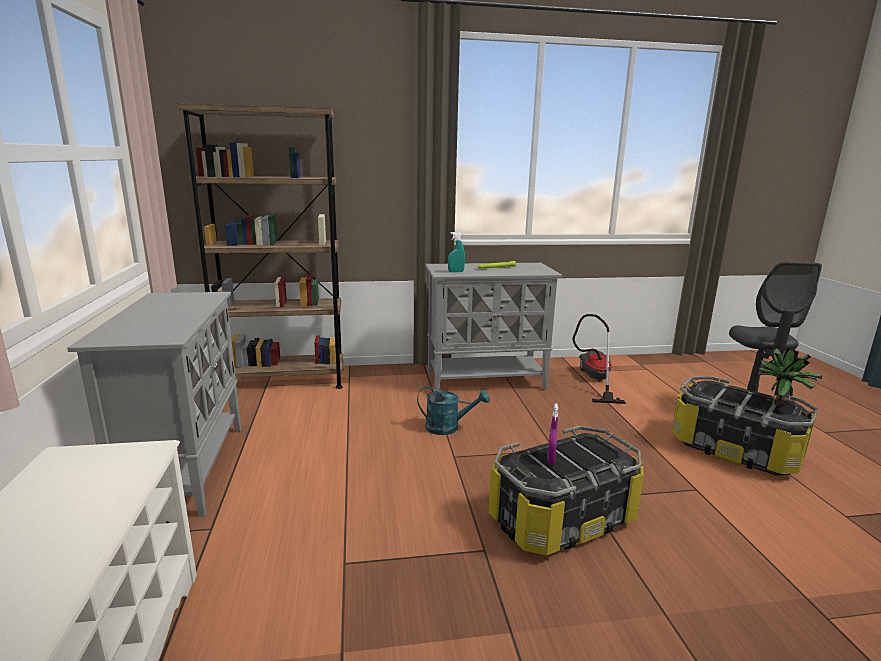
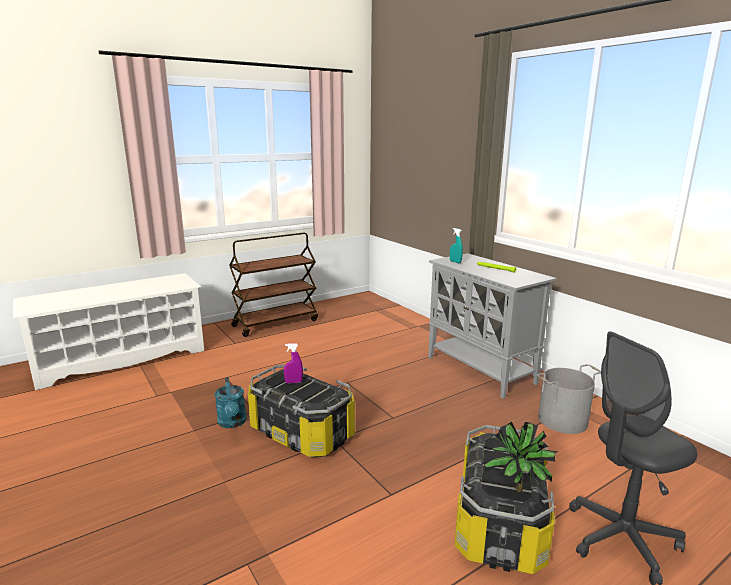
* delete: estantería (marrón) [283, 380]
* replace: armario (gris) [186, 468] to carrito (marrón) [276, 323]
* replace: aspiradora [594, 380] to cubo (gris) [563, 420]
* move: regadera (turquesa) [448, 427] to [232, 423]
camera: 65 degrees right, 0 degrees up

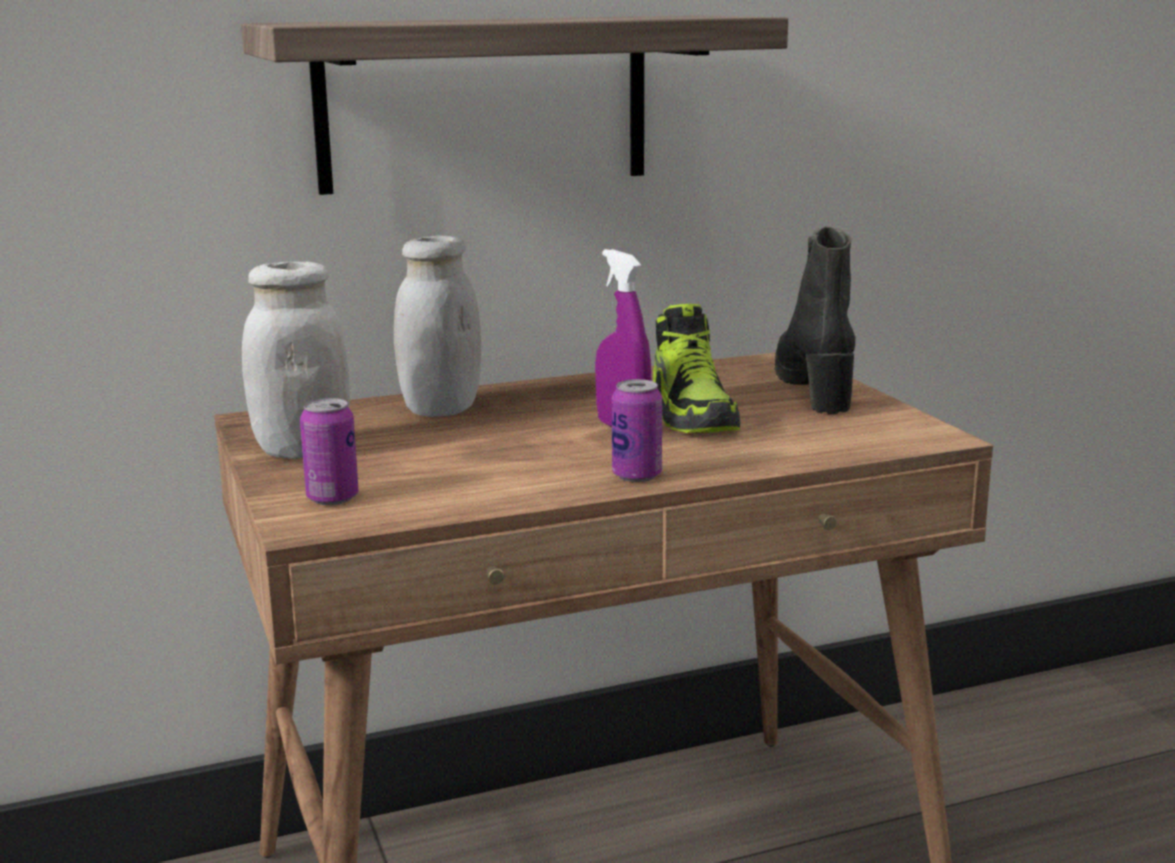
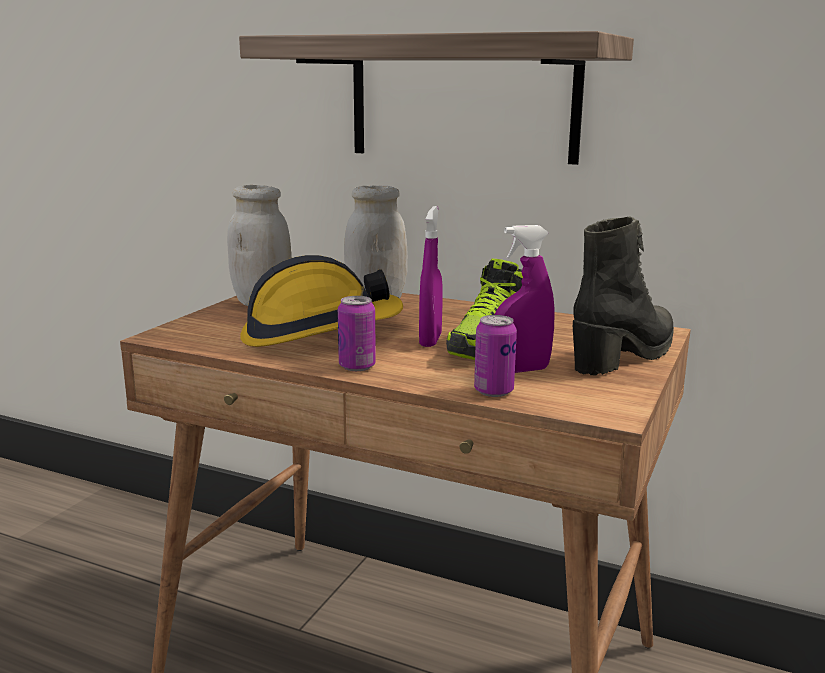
* move: lata [332, 498] to [493, 391]
* insert: pulverizador (morado) [521, 370]
* insert: casco [319, 333]
camera: 45 degrees right, 0 degrees up

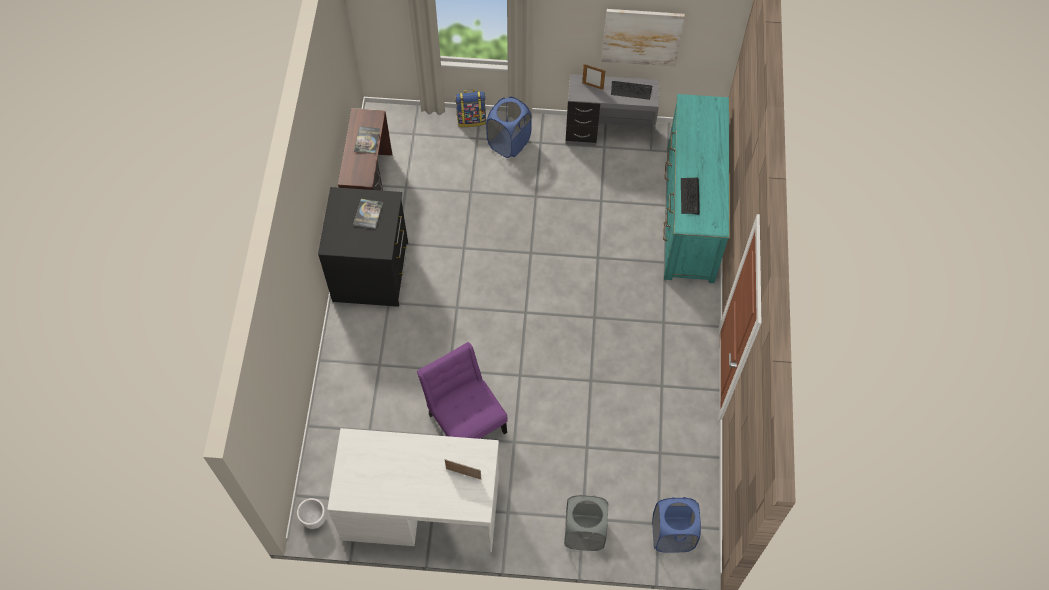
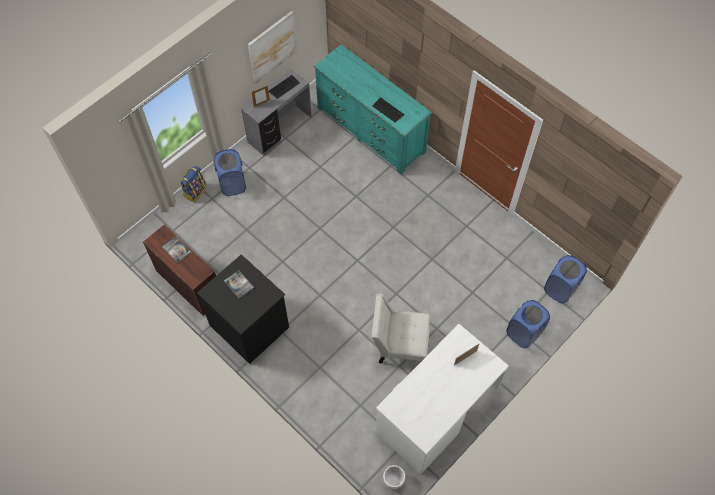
* recolor: silla (morado) [465, 419] to silla (blanco) [399, 344]
* recolor: cesto de la ropa (gris) [584, 533] to cesto de la ropa (azul) [524, 333]
camera: 50 degrees left, 0 degrees up

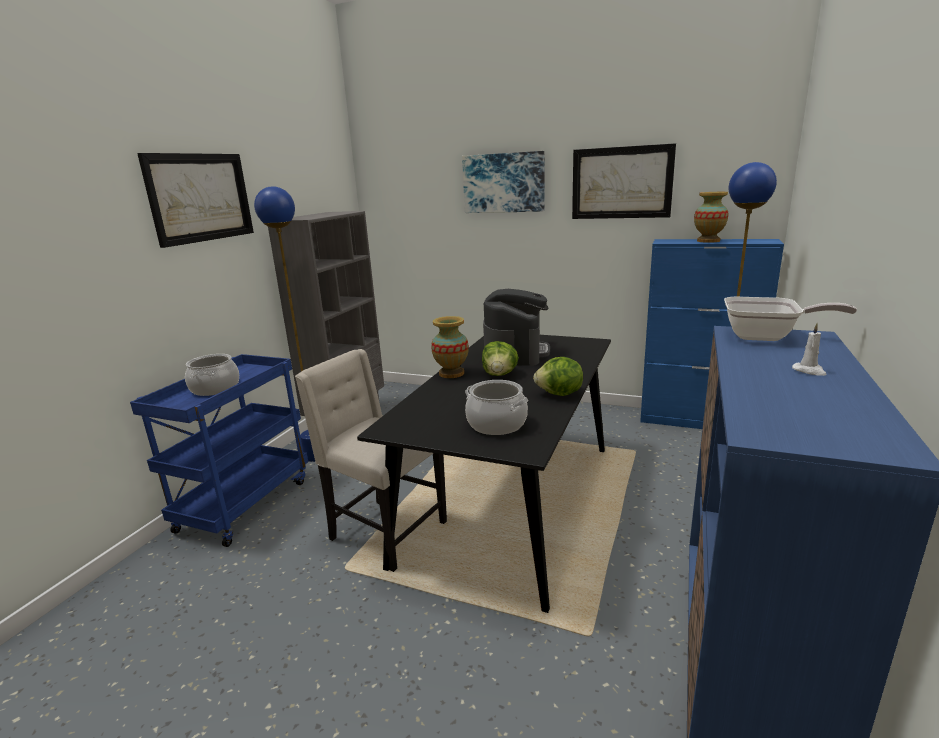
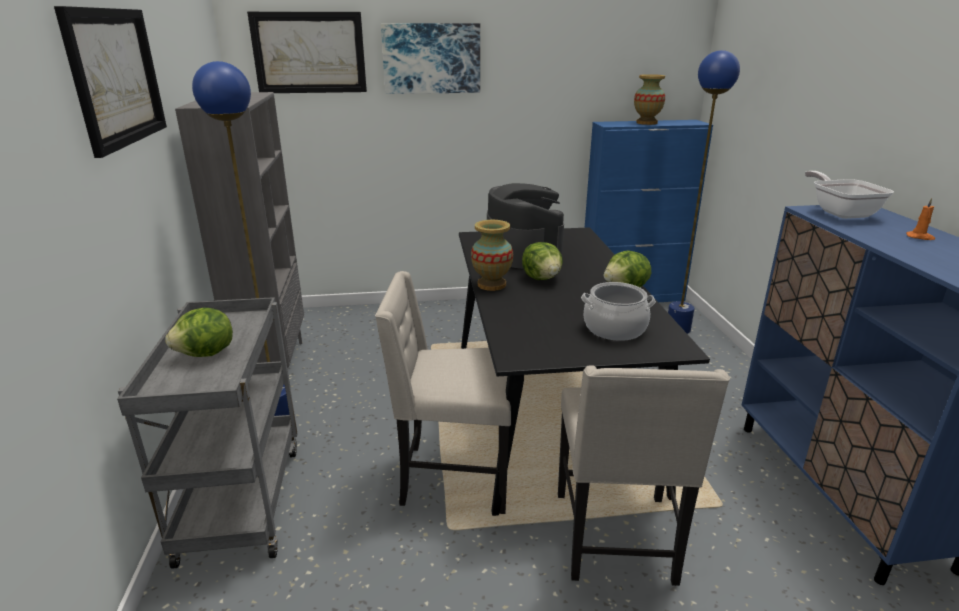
* move: cuadro [621, 183] to [309, 53]
* rotate: sartén [767, 337] = [840, 212] 90 degrees counterclockwise
* recolor: vela (blanco) [809, 371] to vela (naranja) [920, 237]
* recolor: carrito (azul) [245, 503] to carrito (gris) [241, 500]
* replace: olla [215, 388] to lechuga [206, 354]
* insert: silla (beis) [617, 539]
camera: 30 degrees left, 5 degrees up

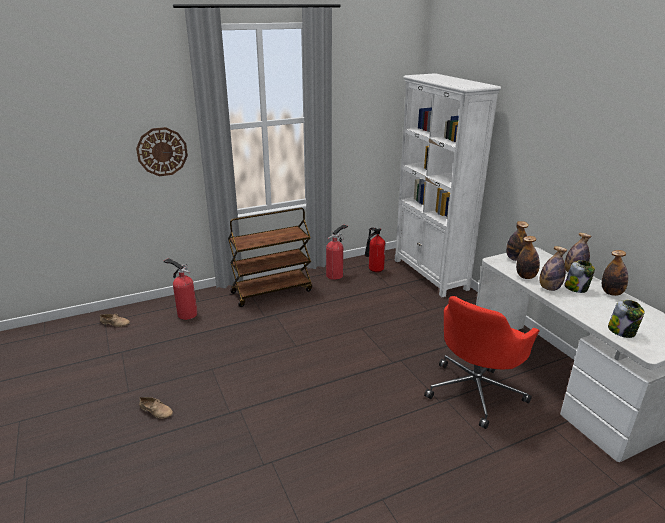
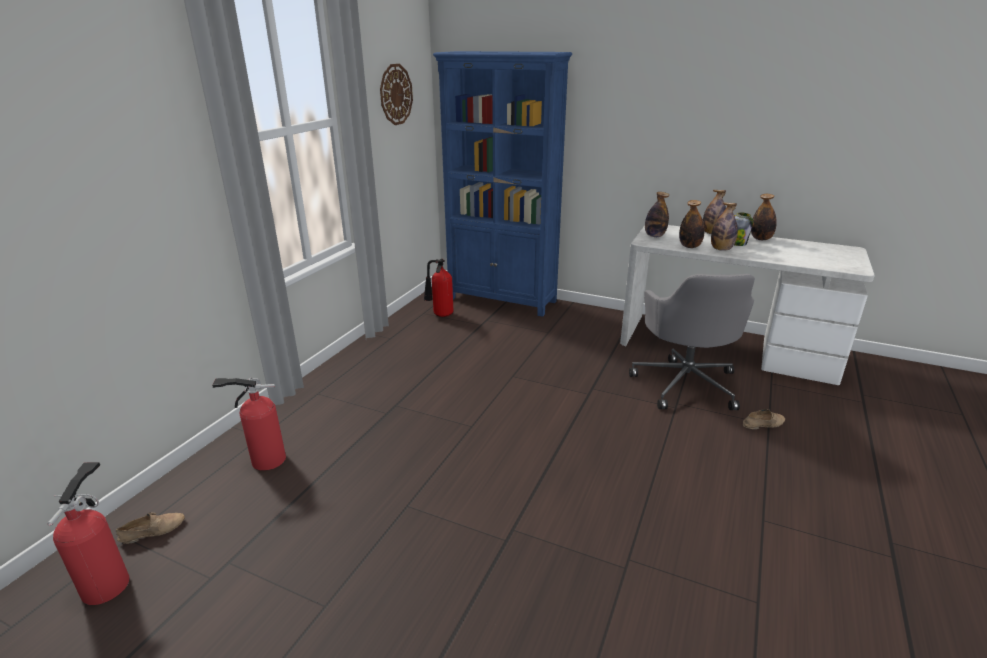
* recolor: estantería (blanco) [430, 274] to estantería (azul) [502, 300]
* move: reloj de pared [162, 151] to [396, 94]
* delete: carrito (marrón) [272, 291]
* move: extintor [336, 275] to [108, 582]
* recolor: silla de oficina (rojo) [475, 391] to silla de oficina (gris) [685, 383]
* delete: tarro [622, 331]
* move: zapato (beis) [156, 410] to [762, 423]
camera: 40 degrees left, 0 degrees up

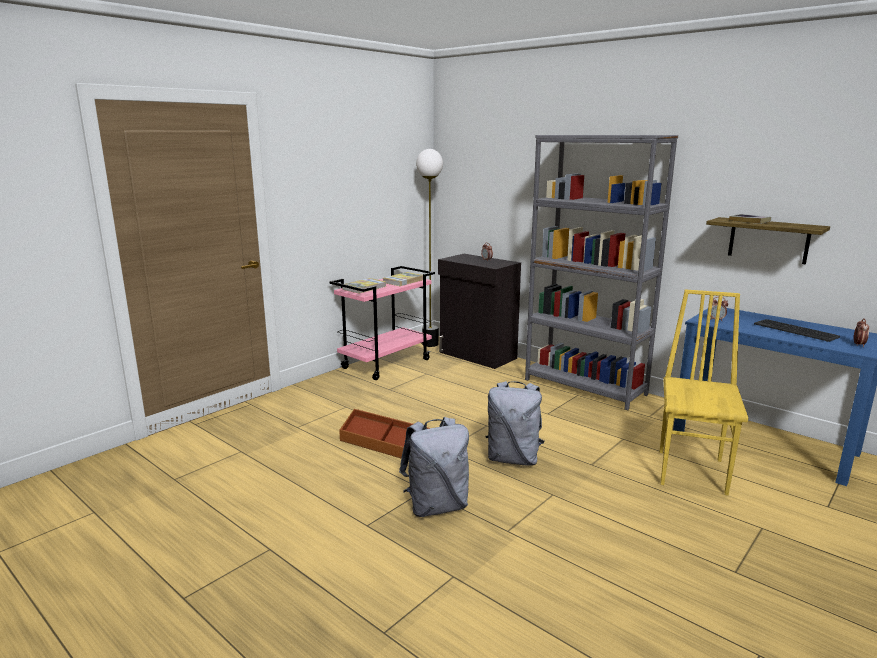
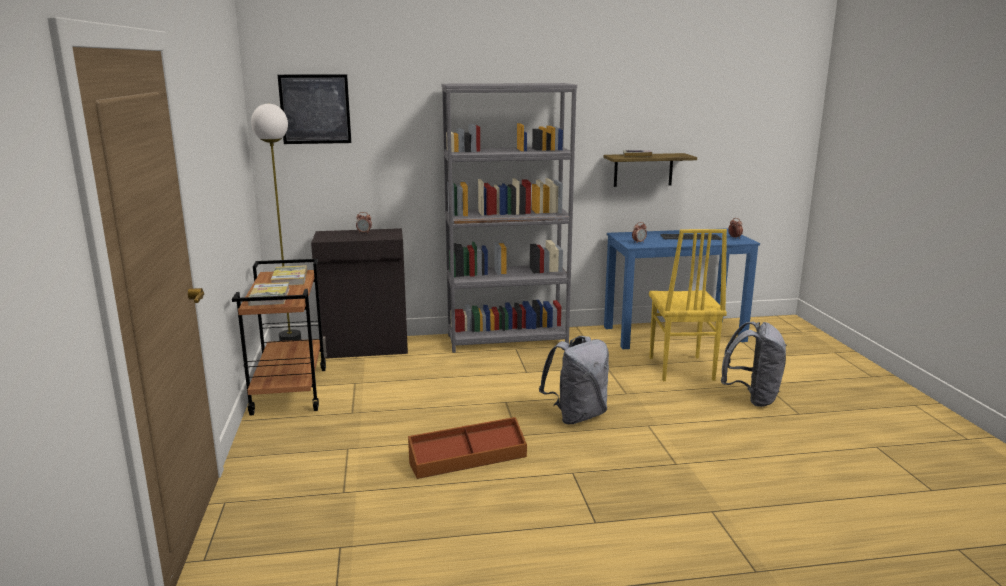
* recolor: carrito (rosa) [386, 363] to carrito (marrón) [289, 391]
* rotate: silla (amarillo) [693, 471] = [680, 369] 150 degrees counterclockwise
* move: mochila (gris) [436, 506] to [752, 398]
* insert: cuadro [315, 109]
camera: 50 degrees left, 0 degrees up

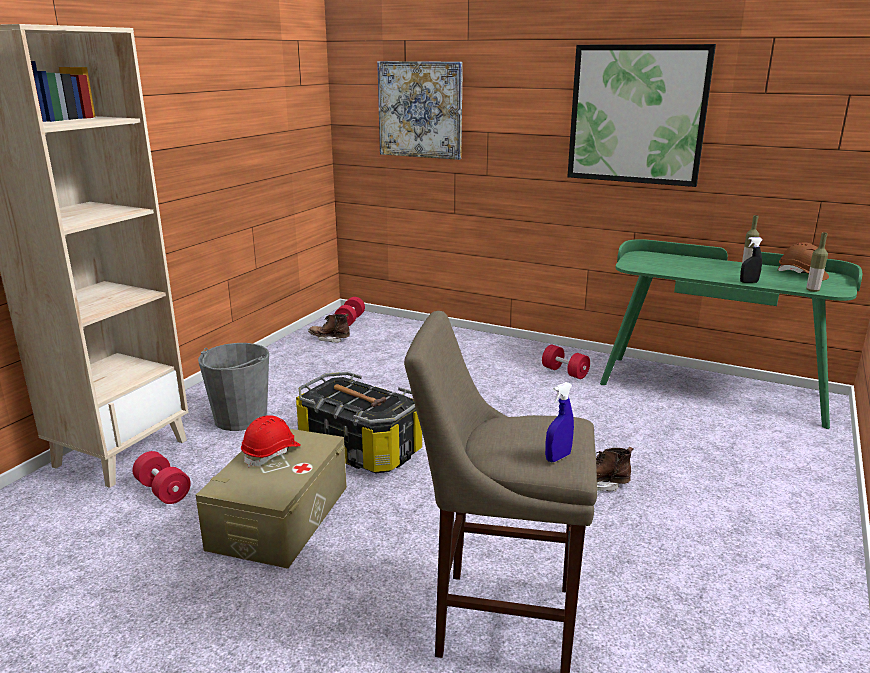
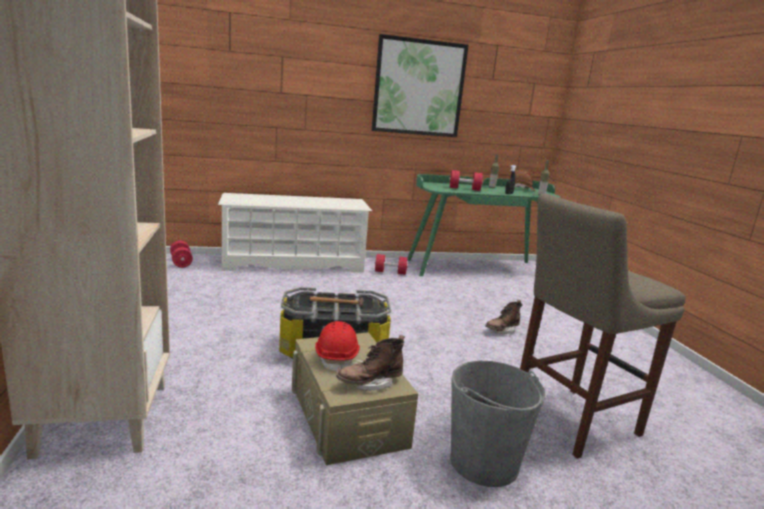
* delete: cuadro [420, 110]
* move: bota (marrón) [329, 339] to [370, 383]
* move: cubo (gris) [240, 418] to [484, 463]
* delete: pulverizador (azul) [558, 457]
* move: mancuerna (rojo) [163, 490] to [464, 189]
* insert: zapatero (blanco) [294, 264]
camera: 40 degrees left, 5 degrees down

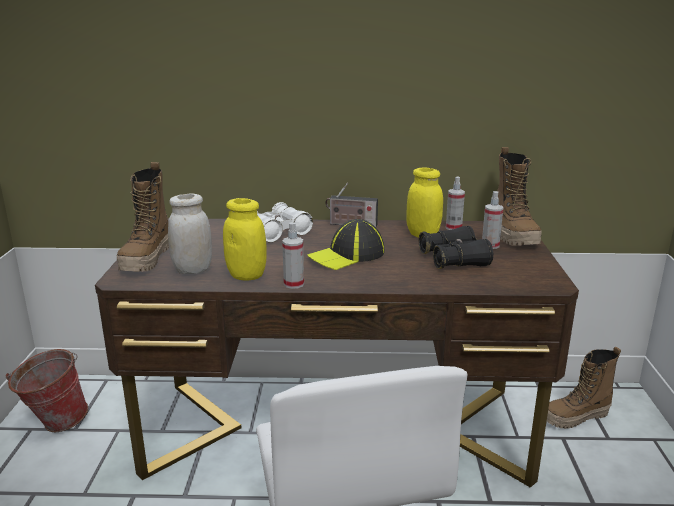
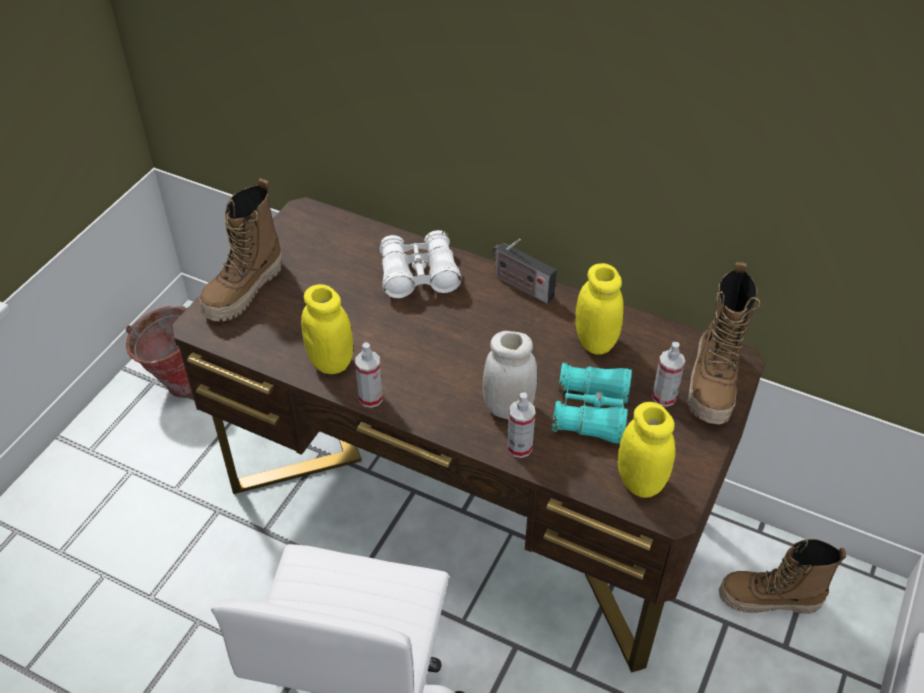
* move: pulverizador [453, 228] to [519, 447]
* move: tarro (blanco) [192, 270] to [508, 408]
* delete: gorra [347, 255]
* recolor: prismáticos (negro) [454, 259] to prismáticos (turquesa) [591, 412]
* insert: tarro (amarillo) [640, 482]
camera: 25 degrees right, 25 degrees up

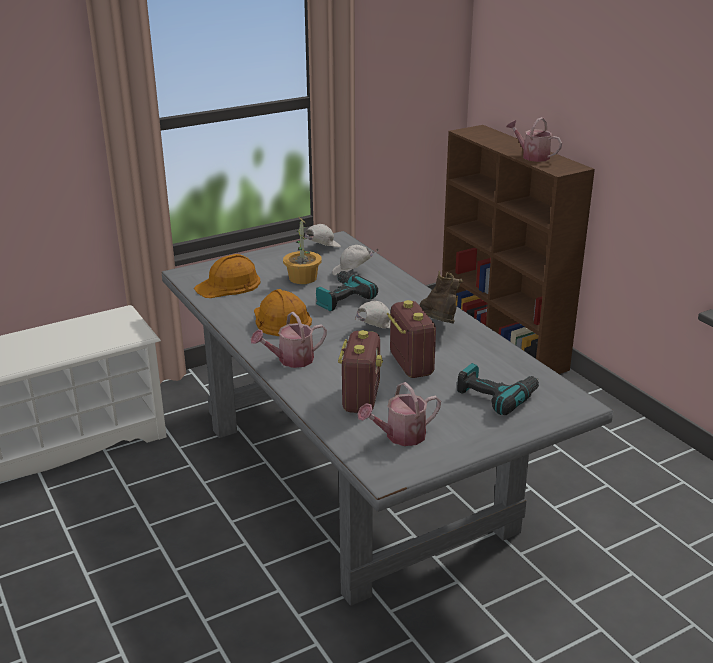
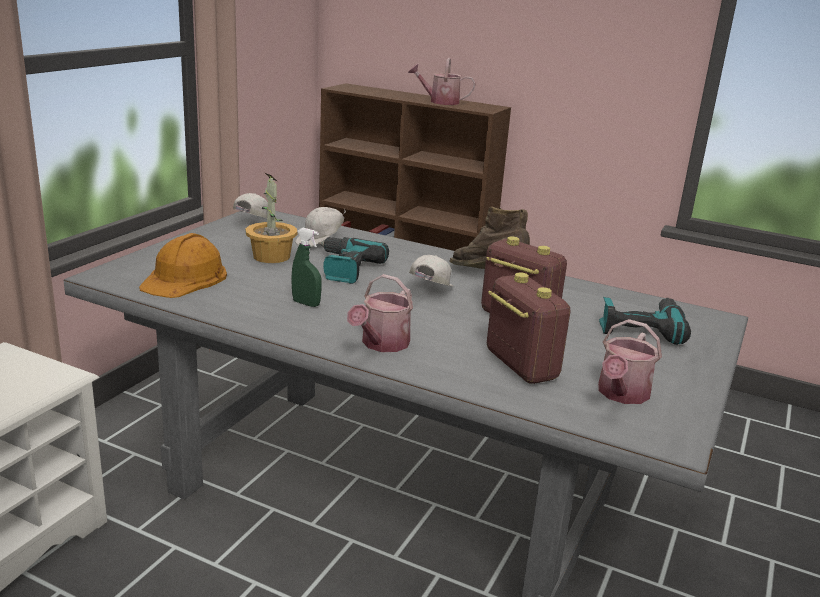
* replace: casco (naranja) [280, 320] to pulverizador (verde) [306, 303]
camera: 35 degrees left, 5 degrees down

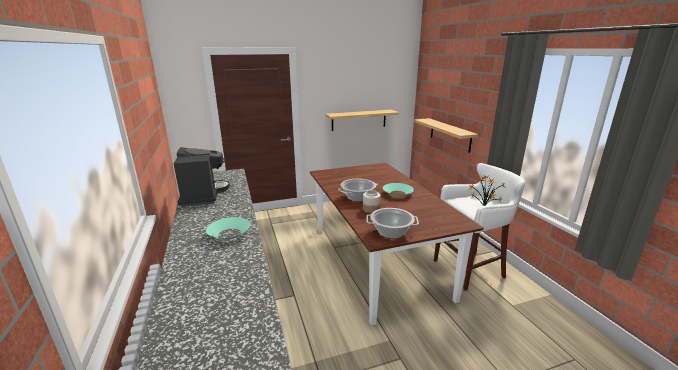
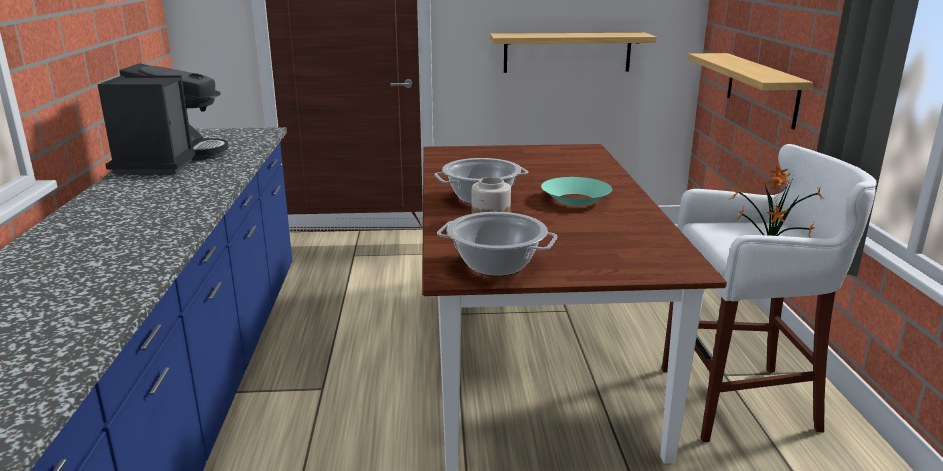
* delete: cuenco (turquesa) [229, 233]
camera: 15 degrees right, 0 degrees up

